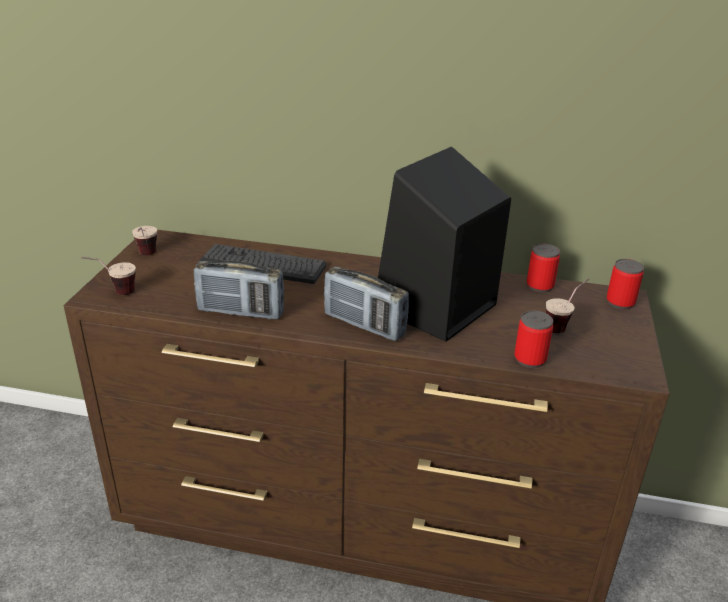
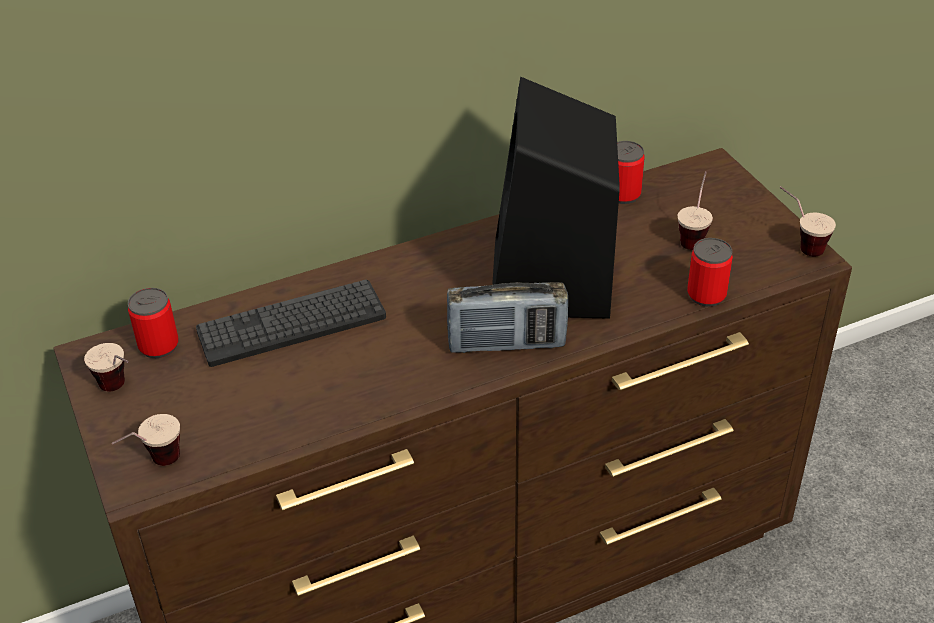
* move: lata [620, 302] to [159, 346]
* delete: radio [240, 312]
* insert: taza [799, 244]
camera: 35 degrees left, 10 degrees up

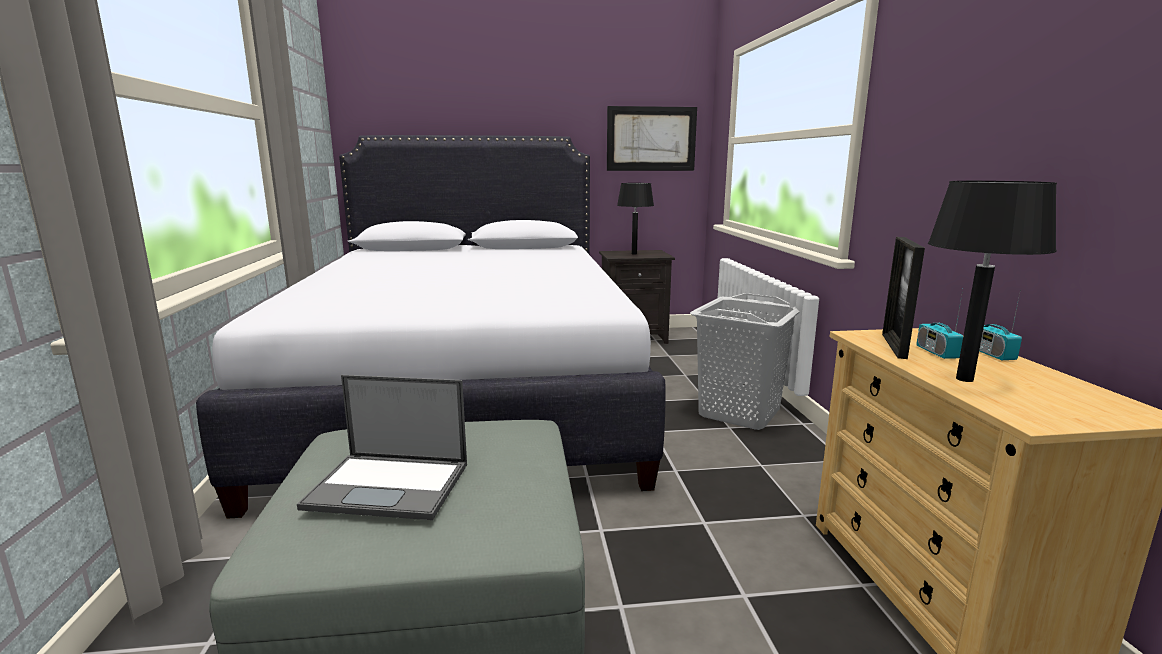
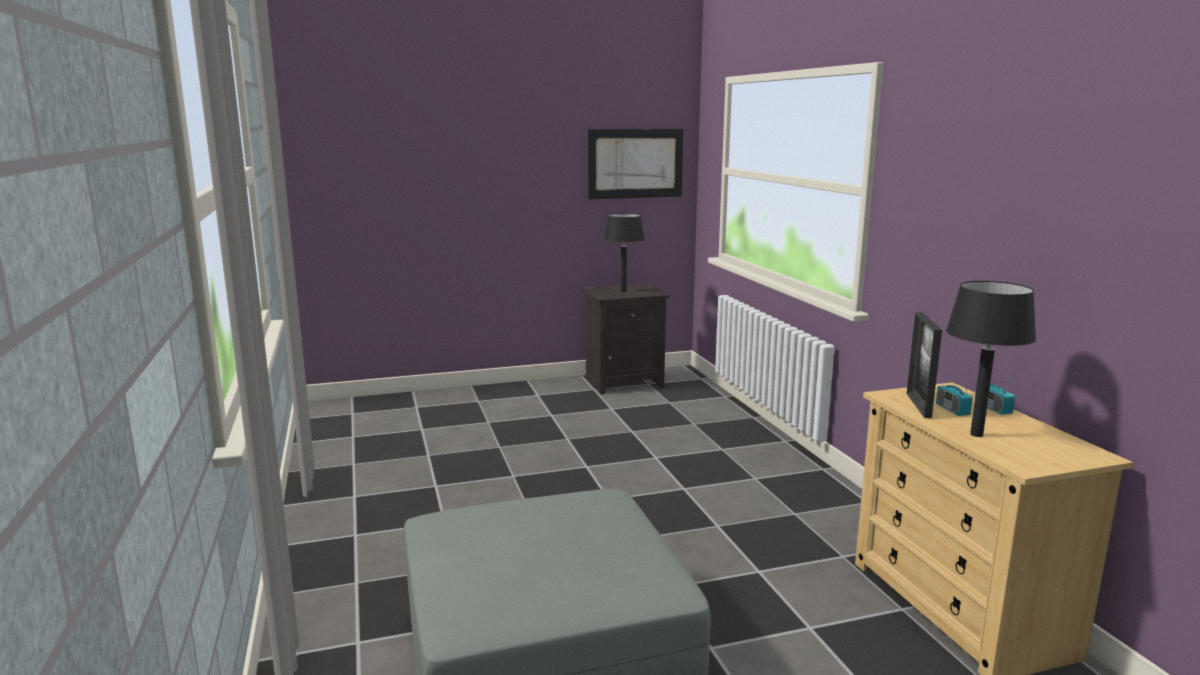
* delete: cama (blanco) [466, 393]
* delete: cesto de la ropa (gris) [738, 413]
* delete: portátil [390, 485]
camera: 10 degrees left, 0 degrees up

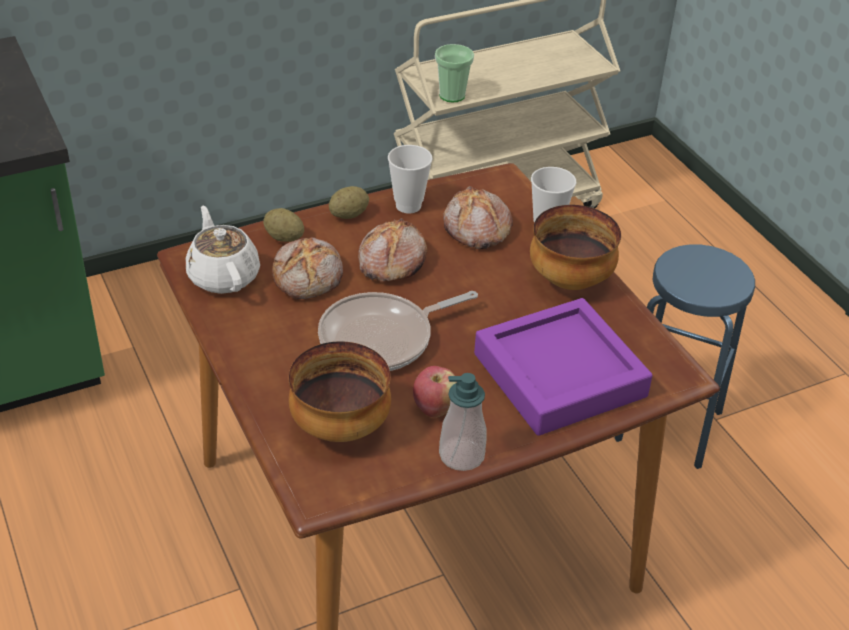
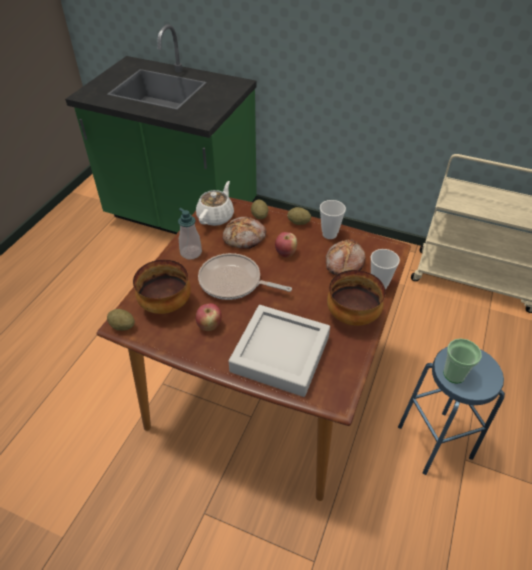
* move: taza [452, 95] to [454, 374]
* replace: pan [391, 262] to manzana [285, 253]
* recolor: bandeja (morado) [559, 375] to bandeja (gris) [280, 354]
* move: dispensador de jabón [461, 455] to [191, 253]
* insert: patata [122, 326]
camera: 50 degrees right, 5 degrees up

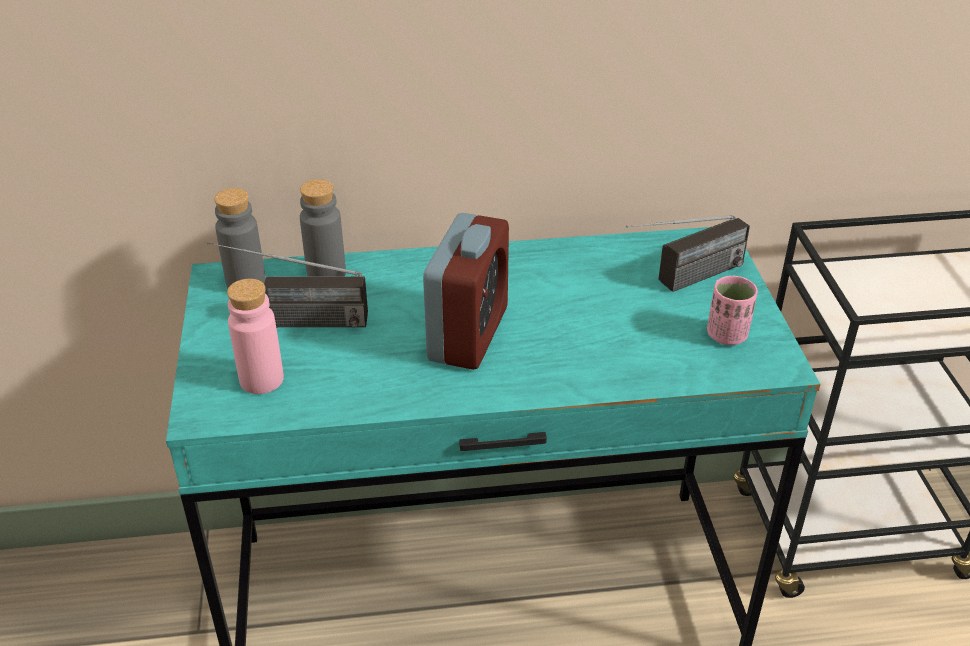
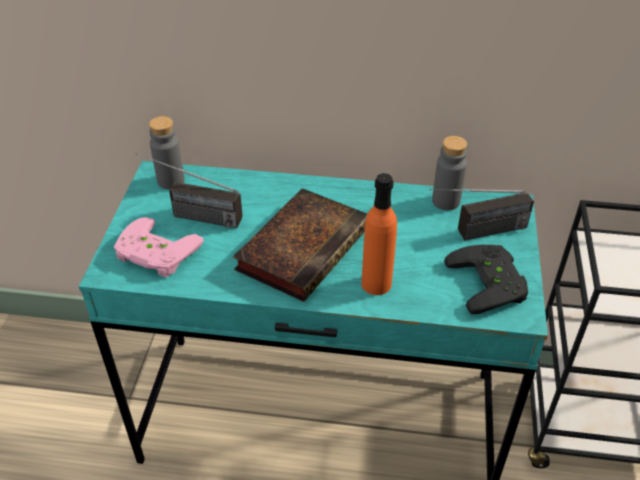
* move: botella (gris) [326, 273] to [446, 201]
* replace: despertador [468, 334] to libro [304, 246]
* replace: taza (rosa) [727, 335] to mando de consola (negro) [491, 282]
* replace: botella (rosa) [261, 379] to mando de consola (rosa) [154, 254]
* insert: botella (naranja) [376, 283]
camera: 15 degrees right, 5 degrees up

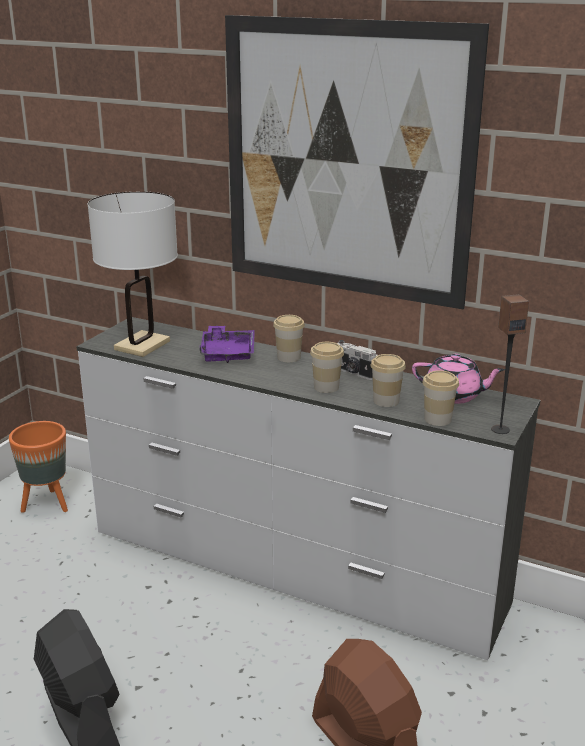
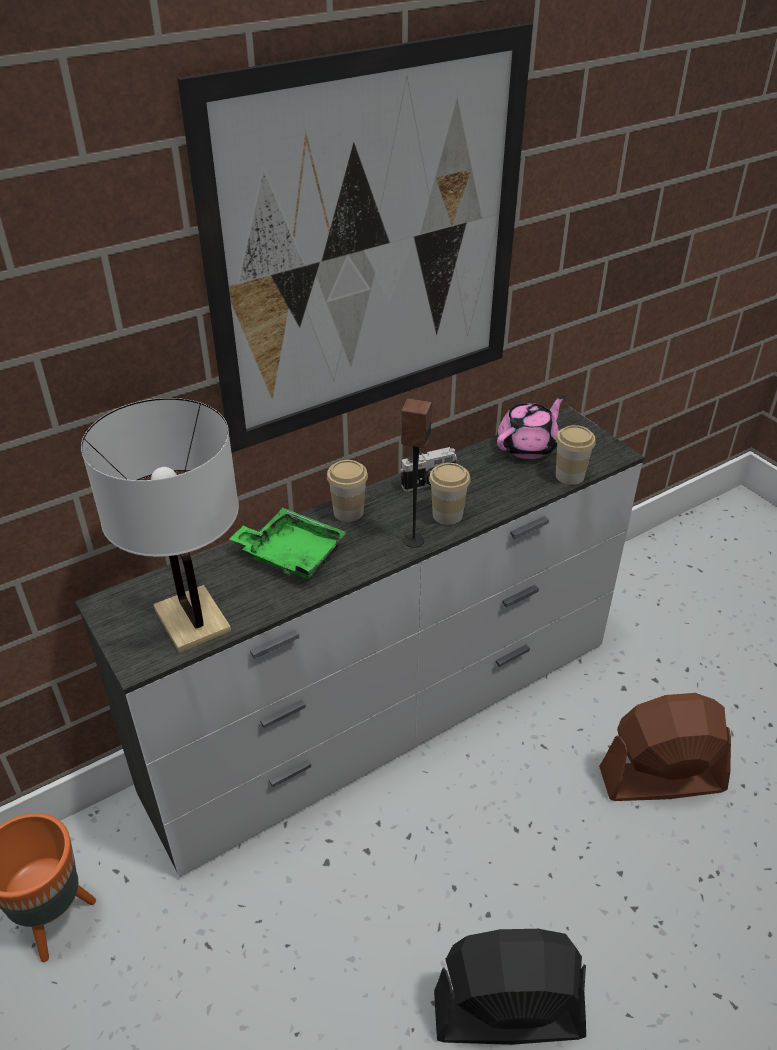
* move: altavoz [500, 429] to [413, 540]
* recolor: bandeja (morado) [227, 353] to bandeja (verde) [291, 554]
* delete: taza [386, 401]
camera: 60 degrees left, 15 degrees up

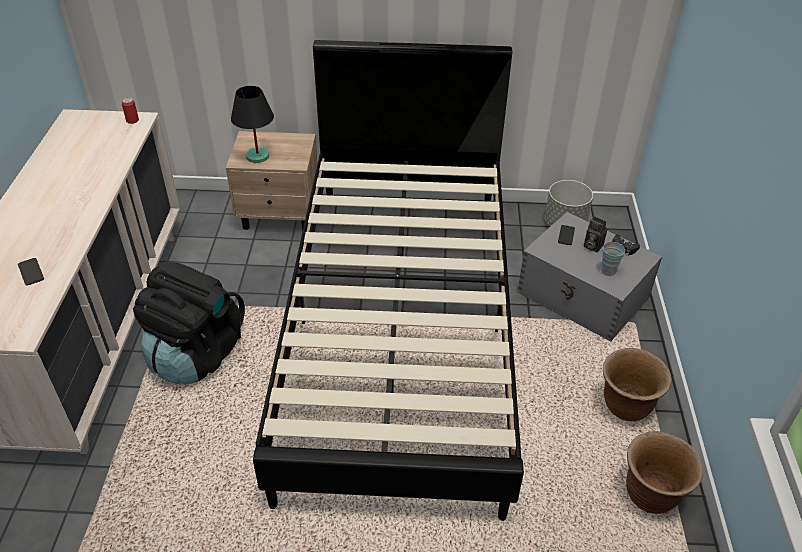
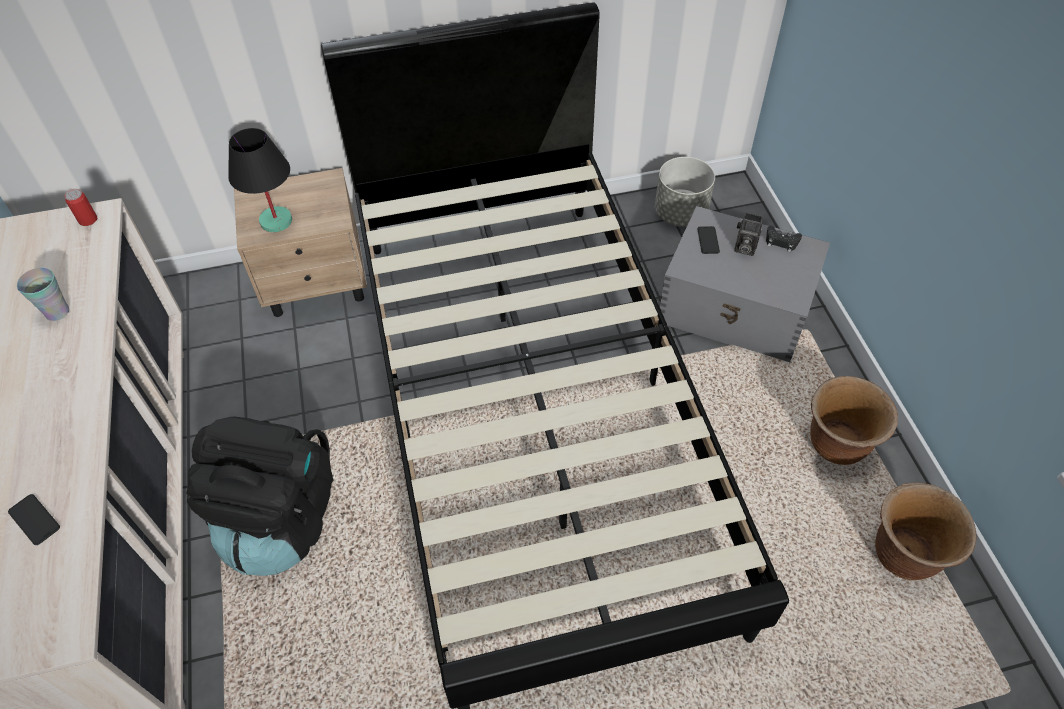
* move: taza [608, 271] to [57, 312]
camera: 15 degrees left, 10 degrees up

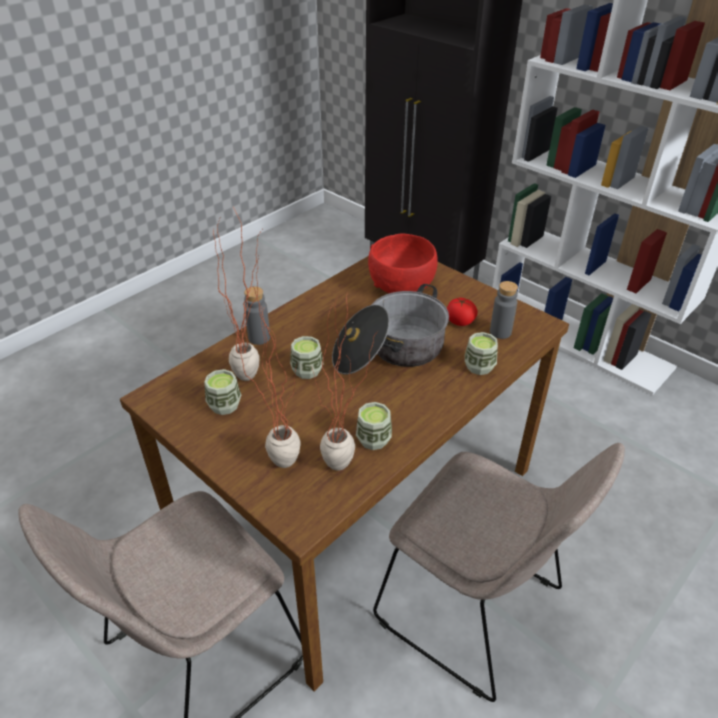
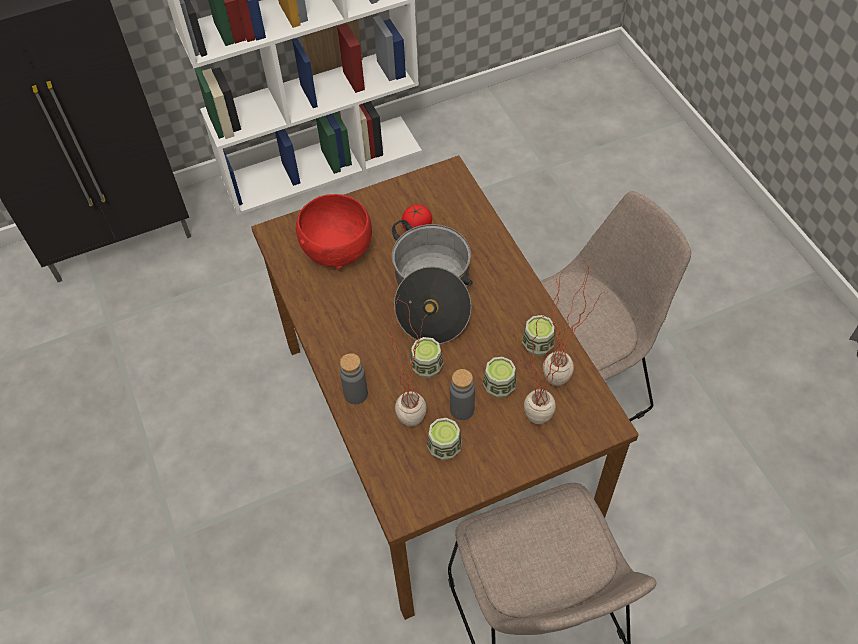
* move: botella (gris) [500, 332] to [462, 409]
* move: taza [479, 366] to [499, 387]
camera: 65 degrees left, 15 degrees up

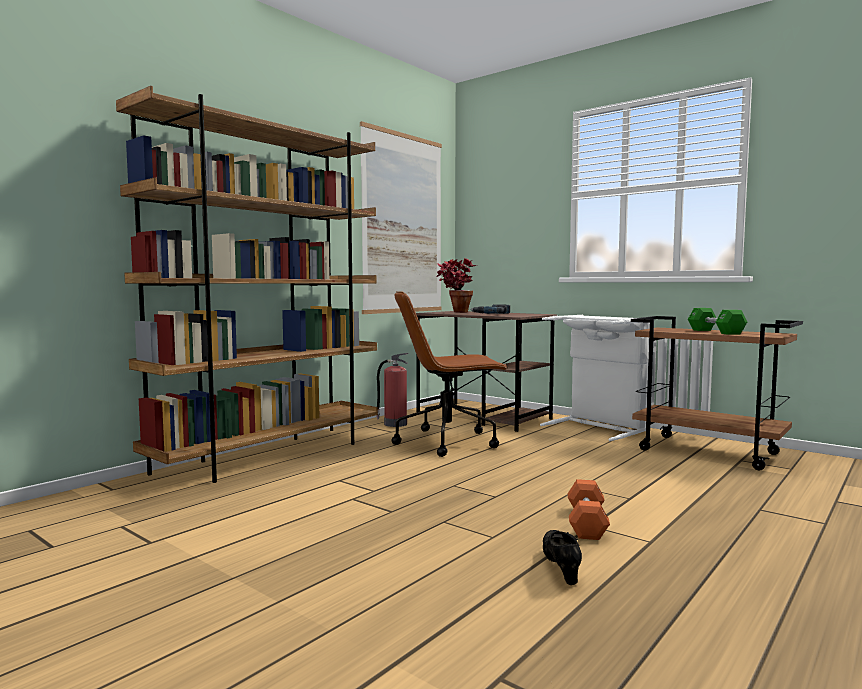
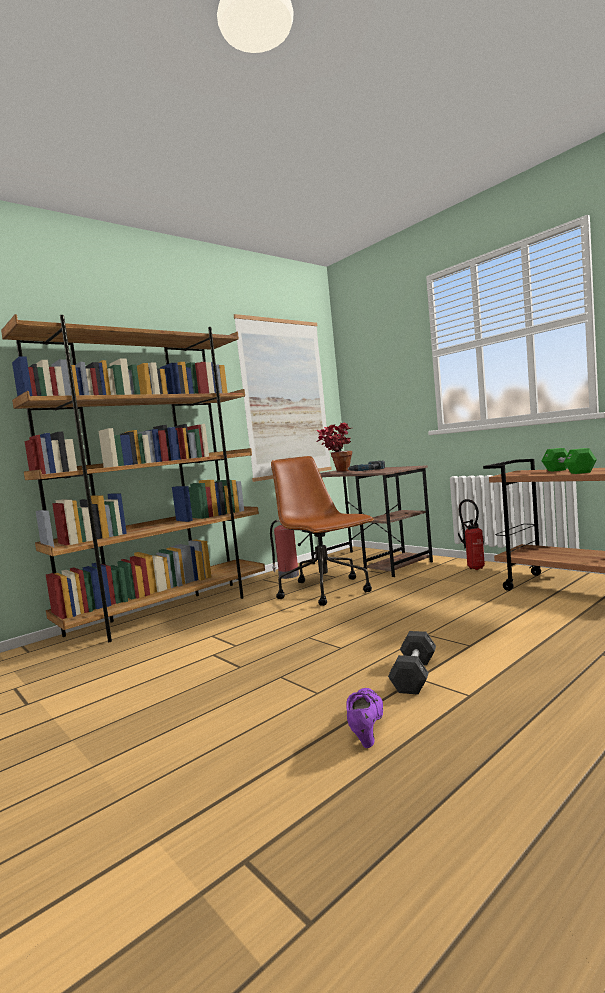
* rotate: silla de oficina (marrón) [448, 442] = [326, 591] 60 degrees clockwise
* replace: cesto de la ropa (blanco) [599, 427] to extintor [474, 568]
* recolor: mancuerna (naranja) [586, 523] to mancuerna (negro) [414, 675]
* recolor: zapato (negro) [561, 568] to zapato (morado) [366, 728]
camera: 10 degrees right, 0 degrees up

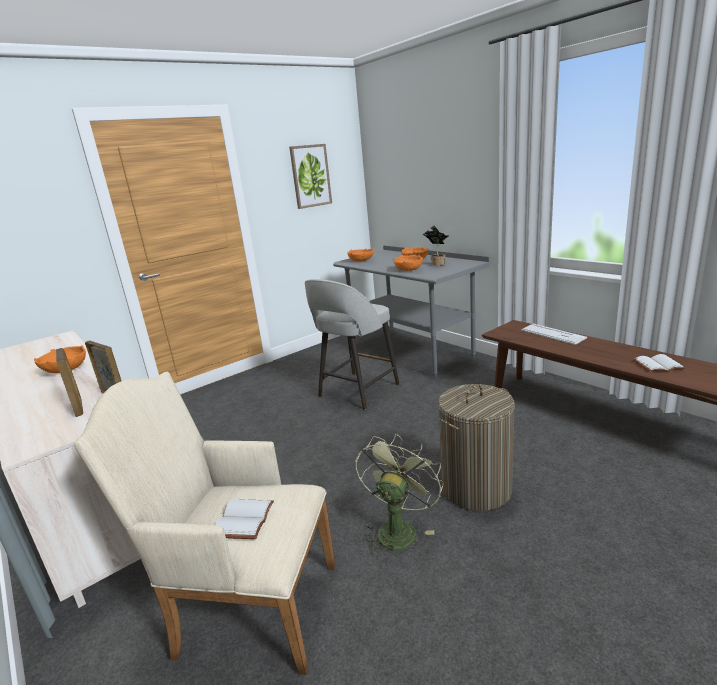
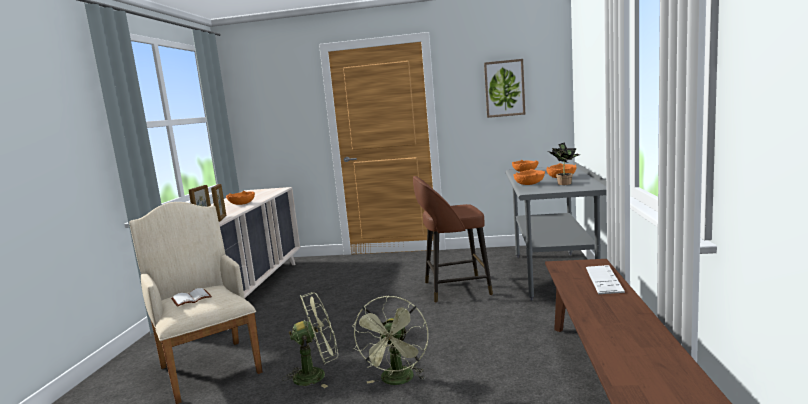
* recolor: taburete (gris) [357, 391] to taburete (marrón) [454, 288]
* delete: libro (blanco) [658, 365]
* replace: cesto de la ropa [476, 488] to ventilador (verde) [397, 381]
camera: 45 degrees right, 10 degrees down

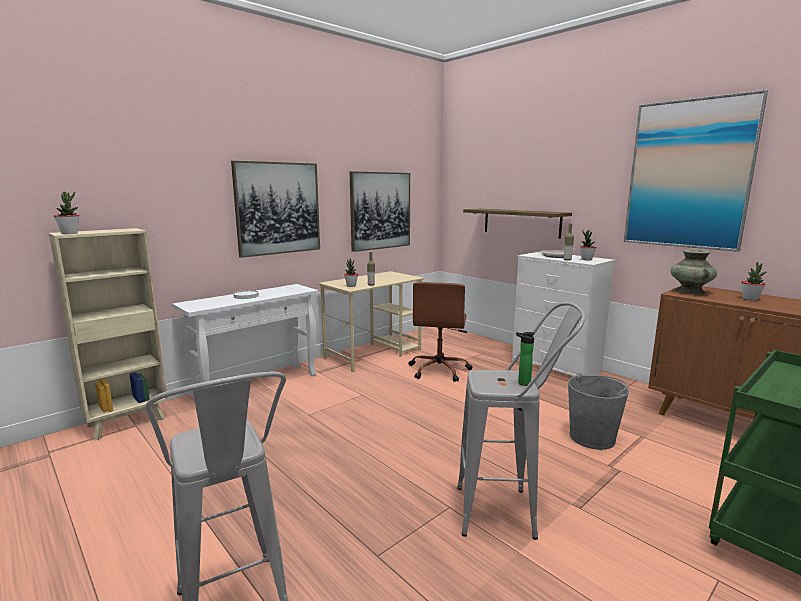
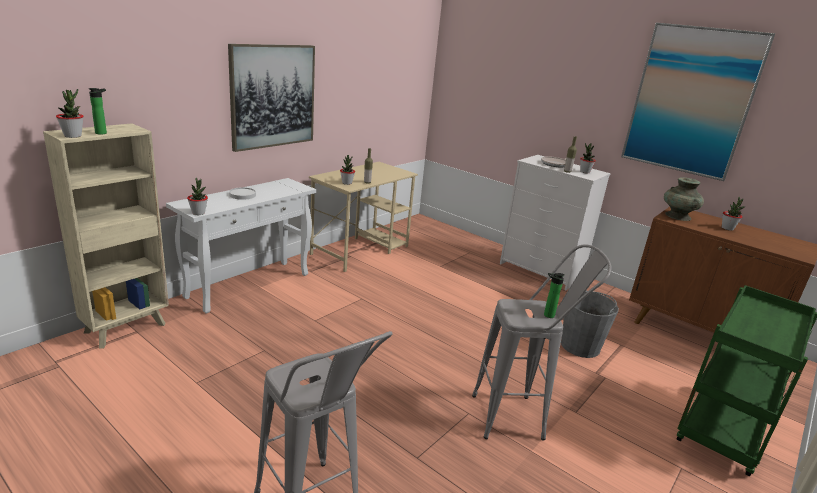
* delete: cuadro [380, 210]
* delete: estante [521, 222]
* delete: silla de oficina (marrón) [439, 370]
* insert: botella [103, 133]
* insert: planta en maceta [198, 213]
camera: 10 degrees left, 10 degrees up

